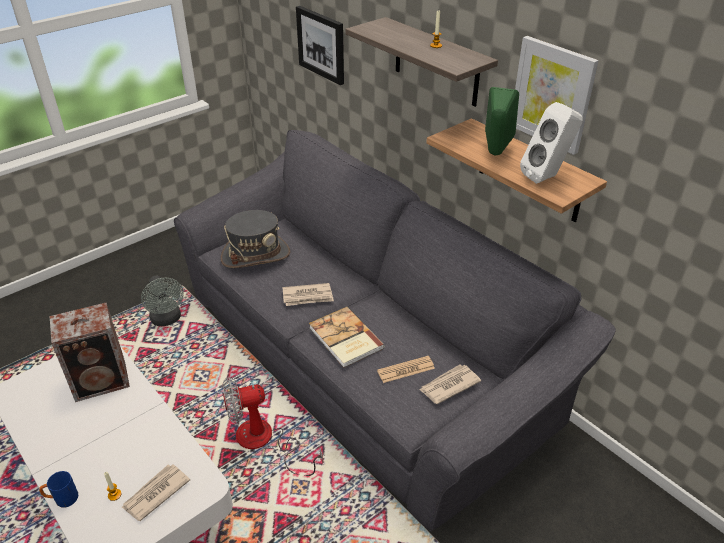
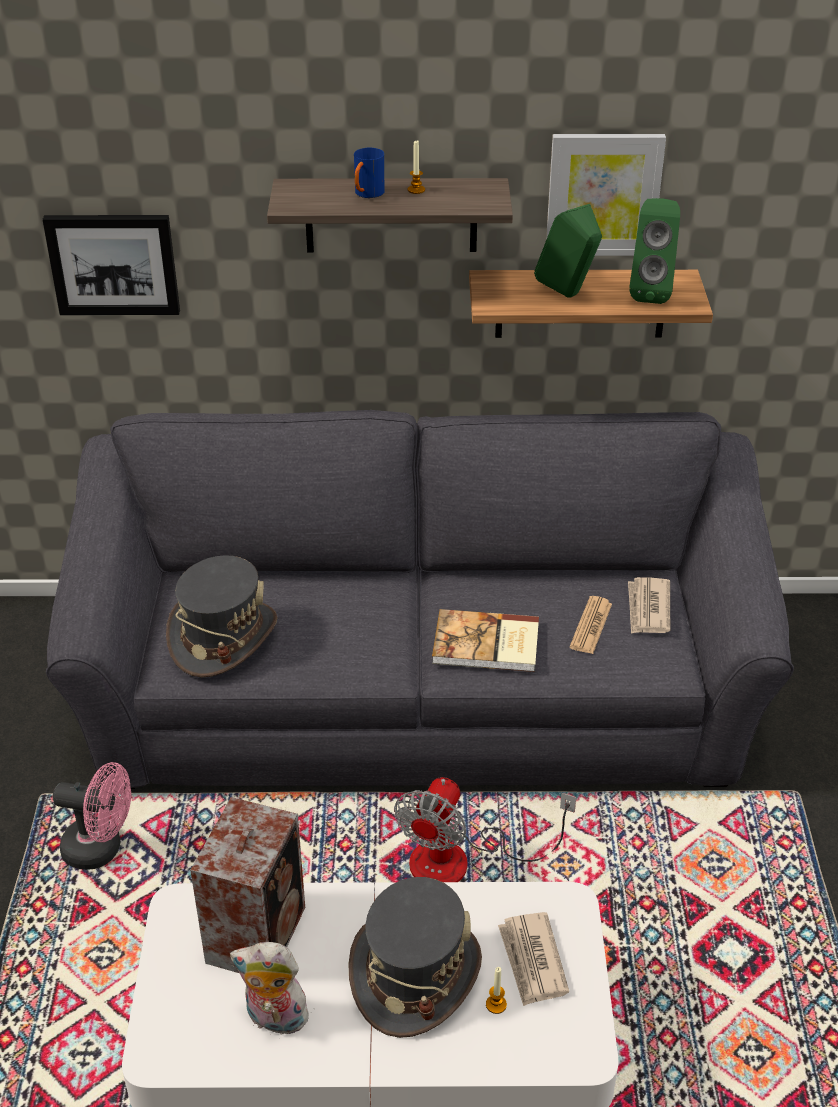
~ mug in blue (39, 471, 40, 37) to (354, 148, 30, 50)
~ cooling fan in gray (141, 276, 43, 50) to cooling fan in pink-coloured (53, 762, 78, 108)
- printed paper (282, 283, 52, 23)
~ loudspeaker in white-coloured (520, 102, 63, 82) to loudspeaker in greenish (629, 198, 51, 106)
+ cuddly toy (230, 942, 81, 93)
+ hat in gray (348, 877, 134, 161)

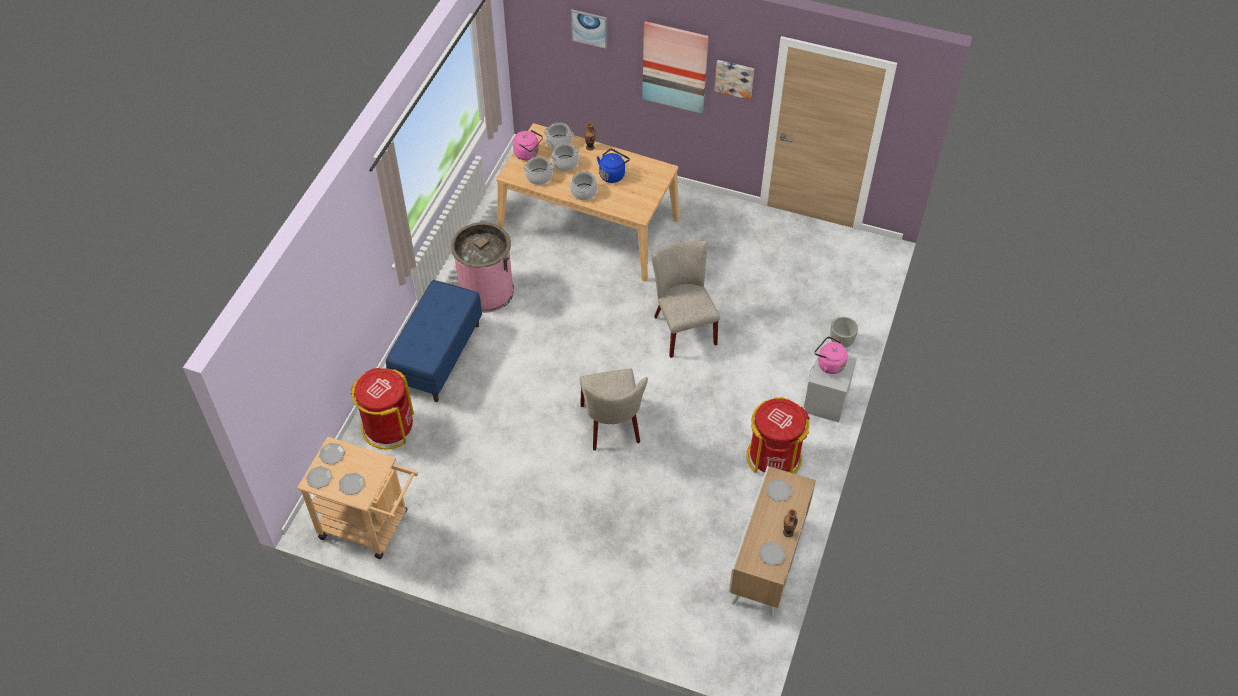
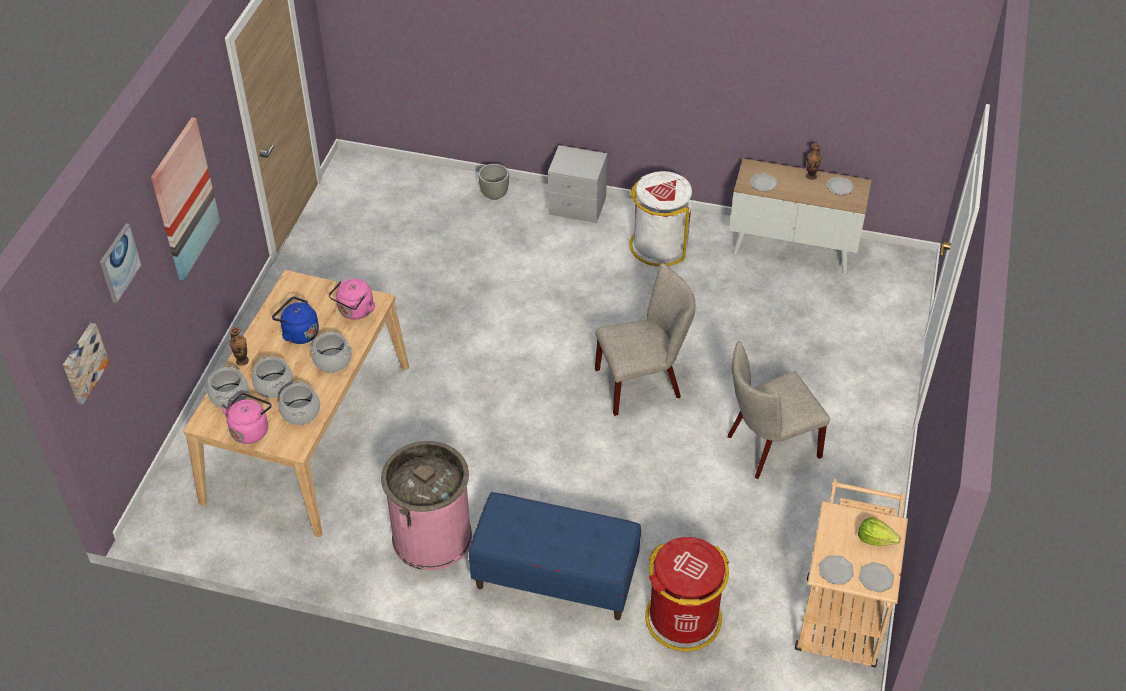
~ dinner plate (339, 473, 26, 22) to lettuce head (858, 517, 43, 29)
~ chair in sand-coloured (651, 240, 69, 118) to (727, 341, 103, 138)
~ wall art (714, 60, 40, 40) to (63, 323, 47, 81)
~ trash can in red (746, 397, 64, 77) to trash can in white-coloured (629, 171, 63, 95)
~ water kettle in pink-coloured (814, 336, 34, 38) to (329, 279, 47, 41)

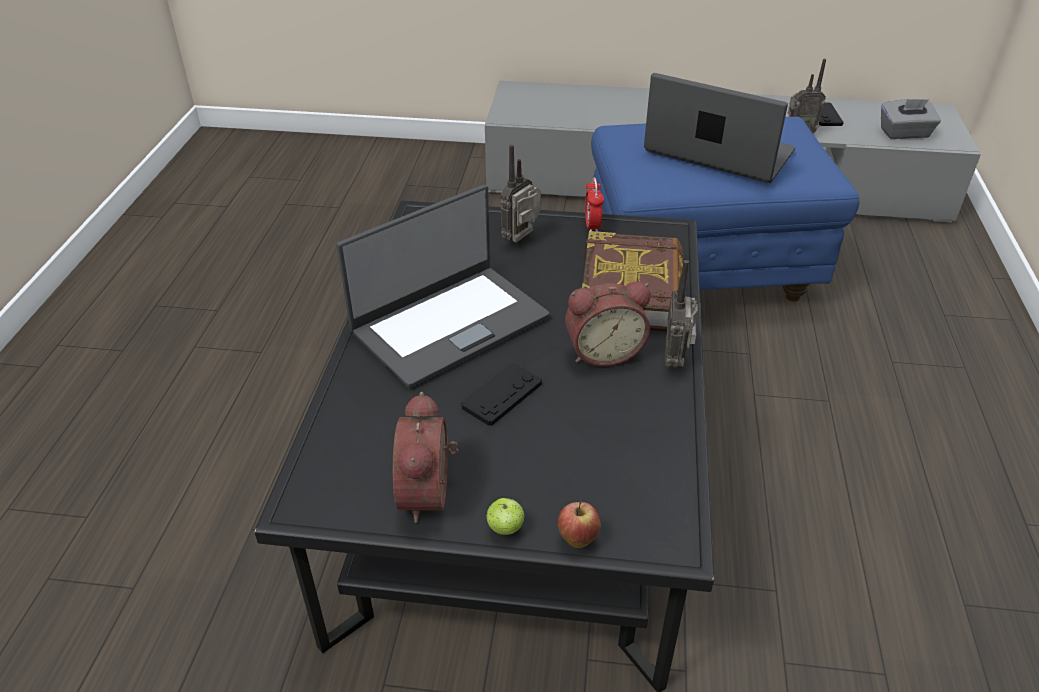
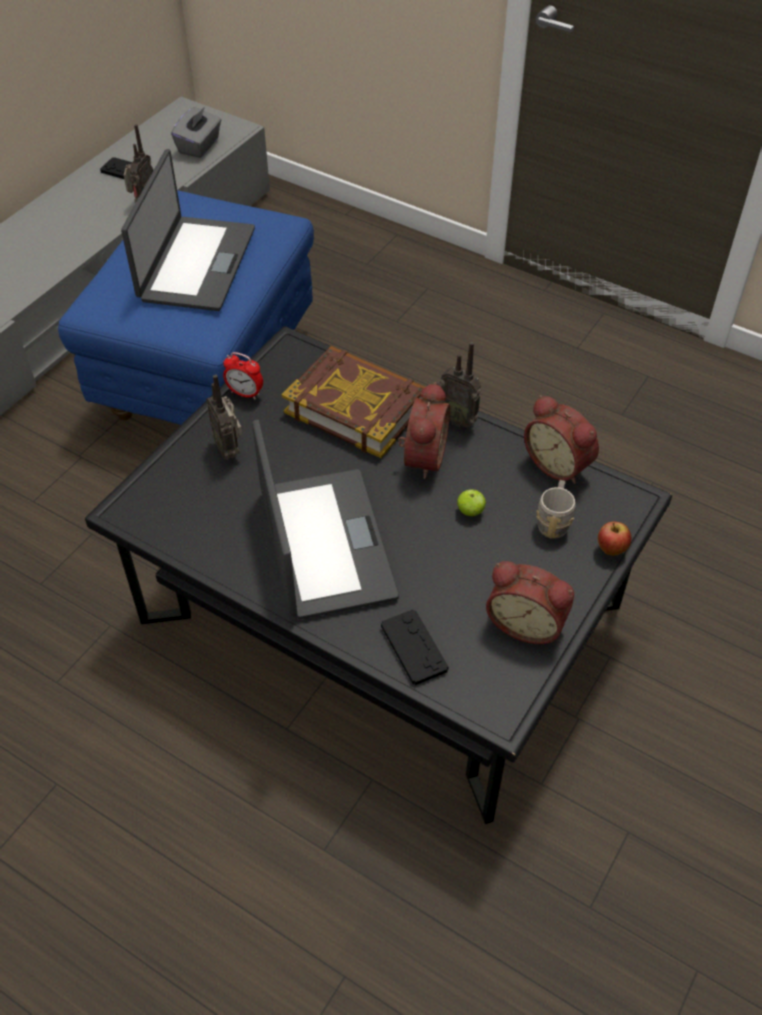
~ game controller in black-coloured (462, 364, 80, 62) to (381, 610, 68, 75)
~ whole apple (487, 498, 38, 37) to (457, 489, 29, 27)
~ portable computer (644, 73, 152, 110) = (121, 149, 134, 162) 135 degrees clockwise
+ alarm clock (524, 395, 75, 89)
+ mug in gray (536, 480, 39, 59)

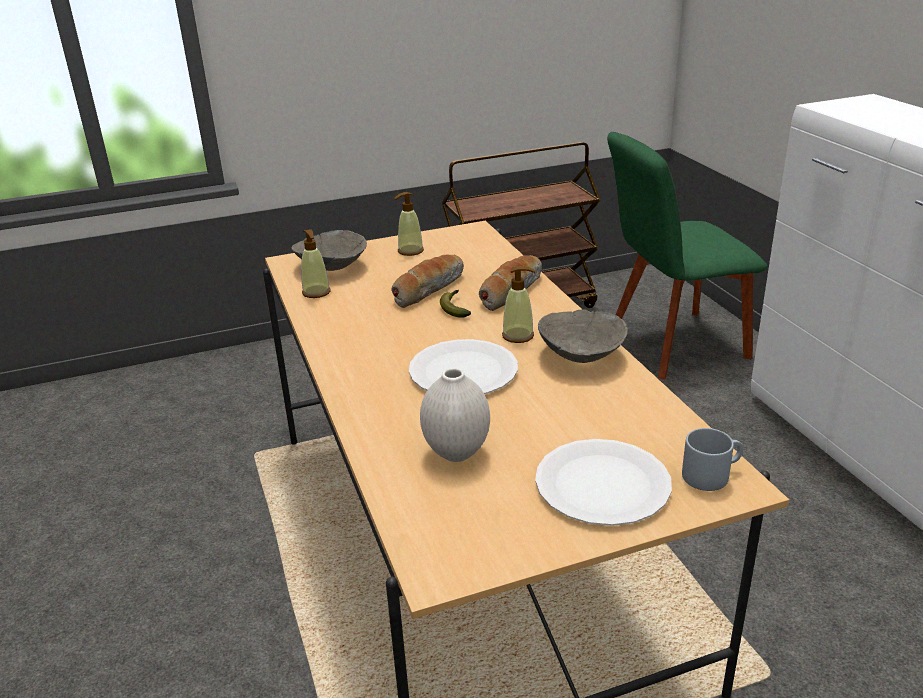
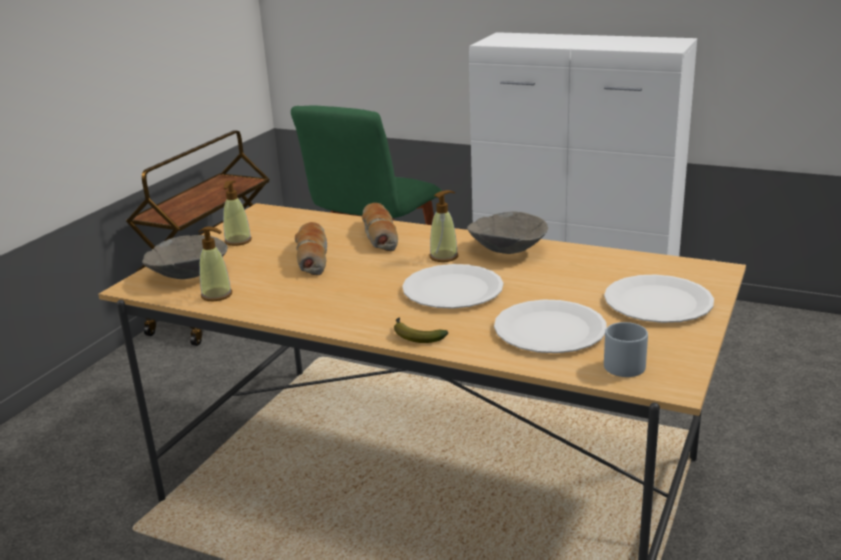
~ flower vase in white-coloured (420, 368, 70, 94) to dinner plate in white-coloured (494, 300, 113, 53)
~ banana (440, 290, 31, 28) to (394, 317, 54, 26)
~ mug in gray (682, 428, 61, 63) to (604, 322, 44, 55)

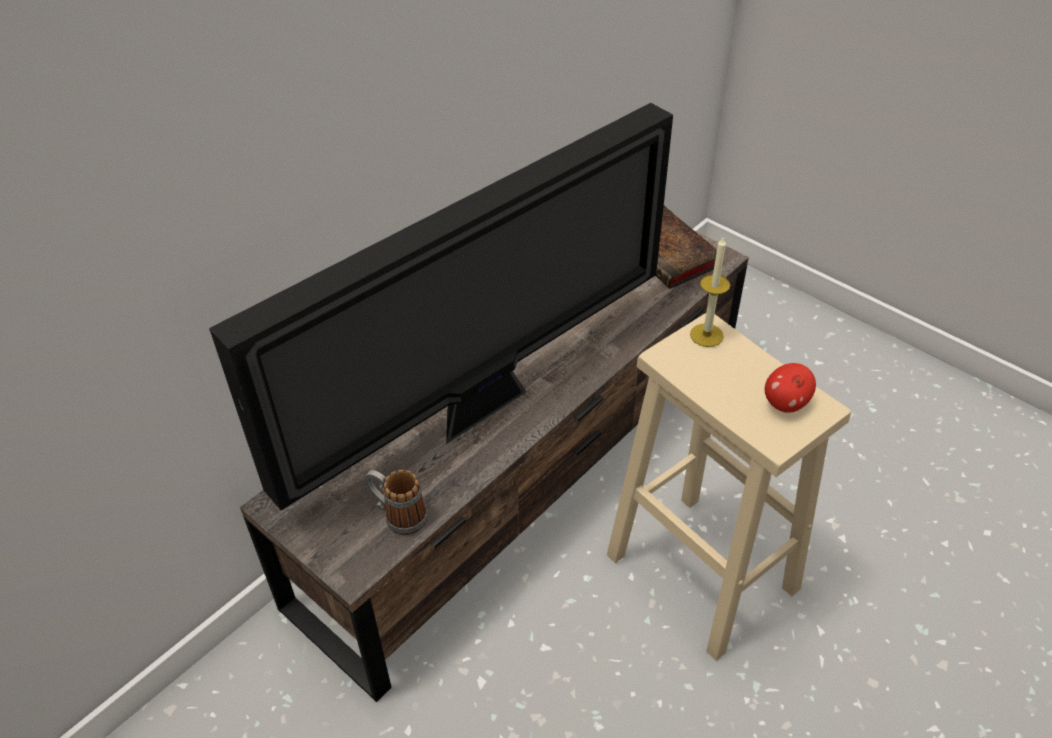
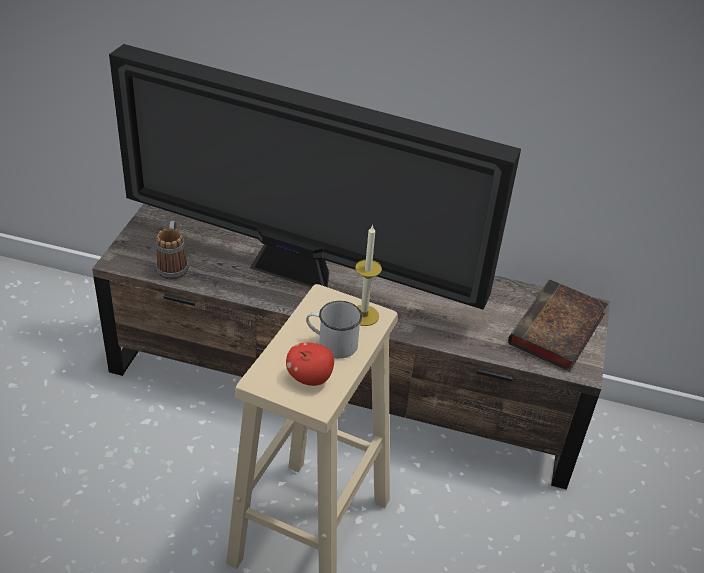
+ mug in white-coloured (306, 301, 56, 58)

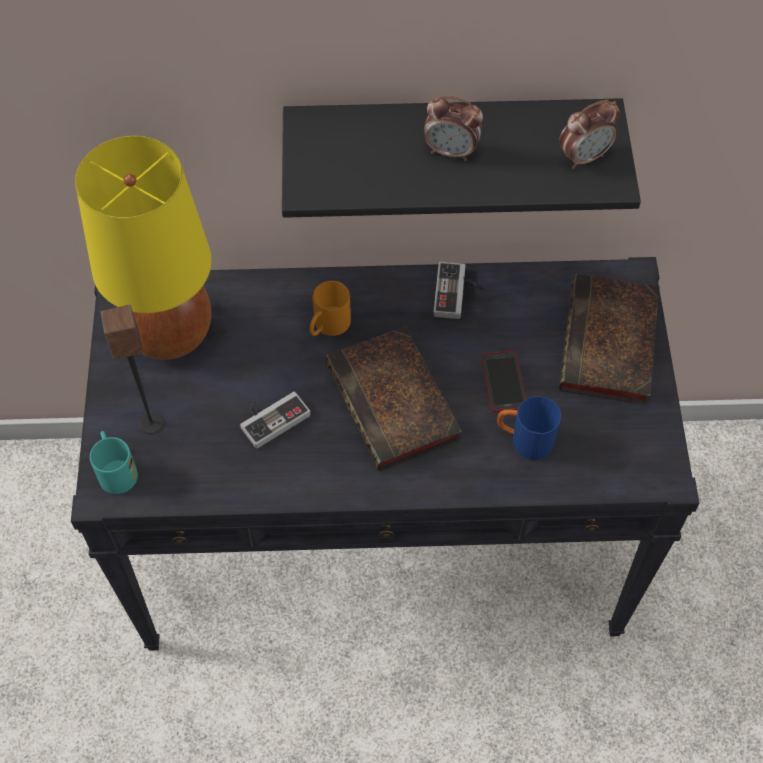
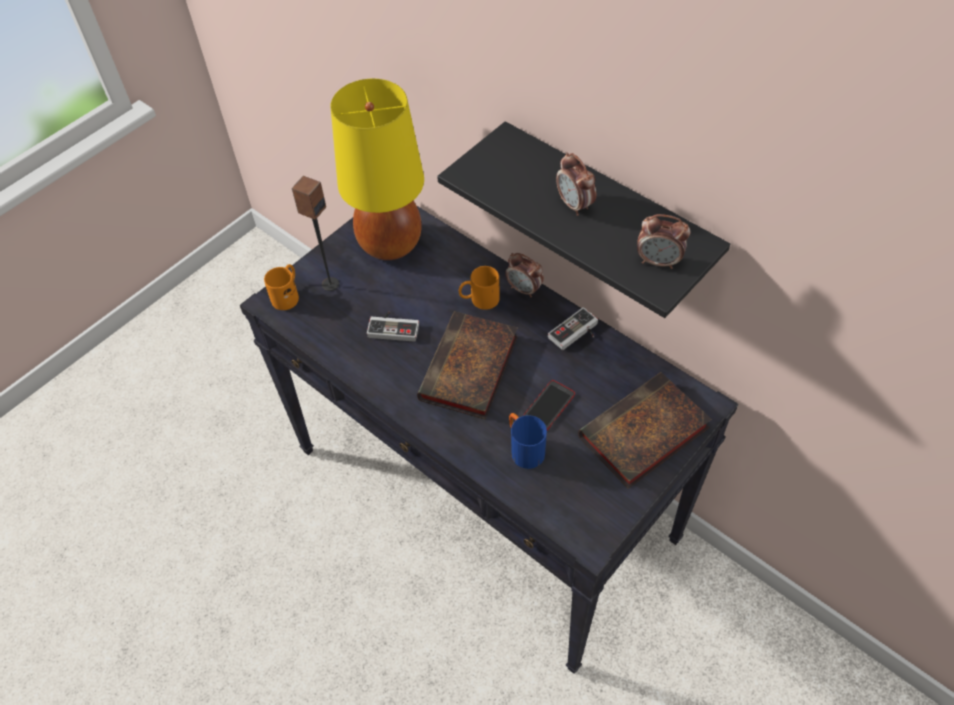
~ mug in blue-green (90, 431, 48, 63) to mug in orangey (264, 264, 35, 46)
+ alarm clock (505, 253, 39, 45)

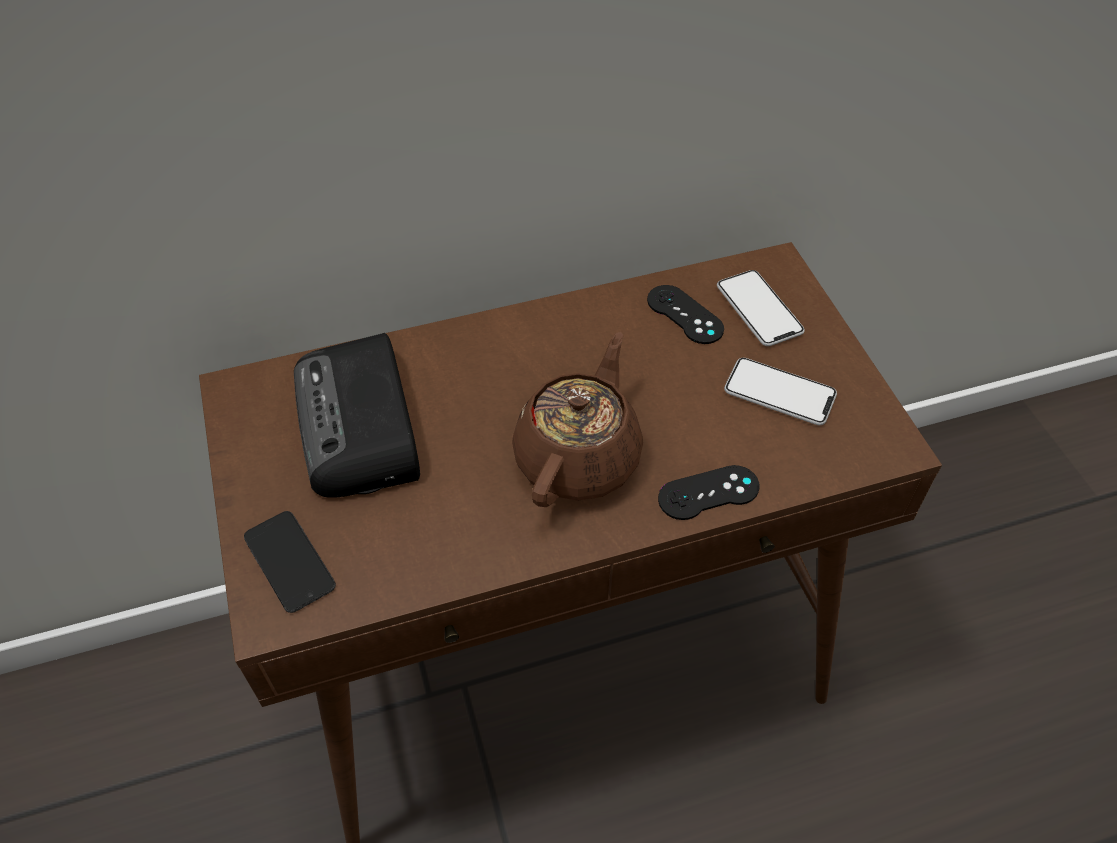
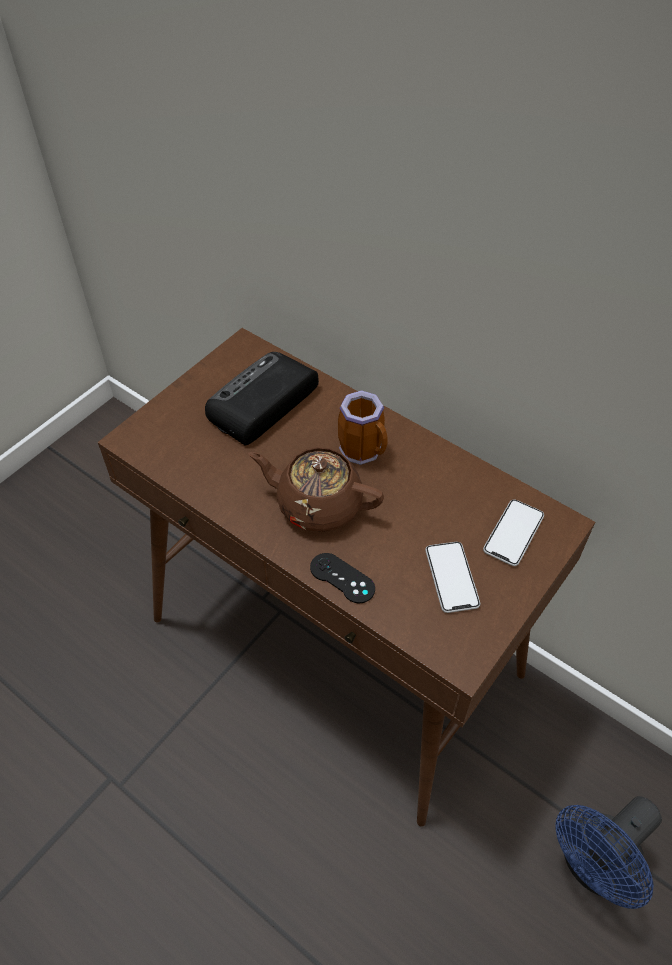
- phone (244, 511, 92, 102)
~ tea pot in brown-coloured (512, 332, 131, 175) = (248, 447, 136, 85) 150 degrees counterclockwise
- game controller in black-coloured (647, 285, 77, 59)
+ mug (338, 390, 50, 75)
+ cooling fan in blue (555, 796, 107, 113)

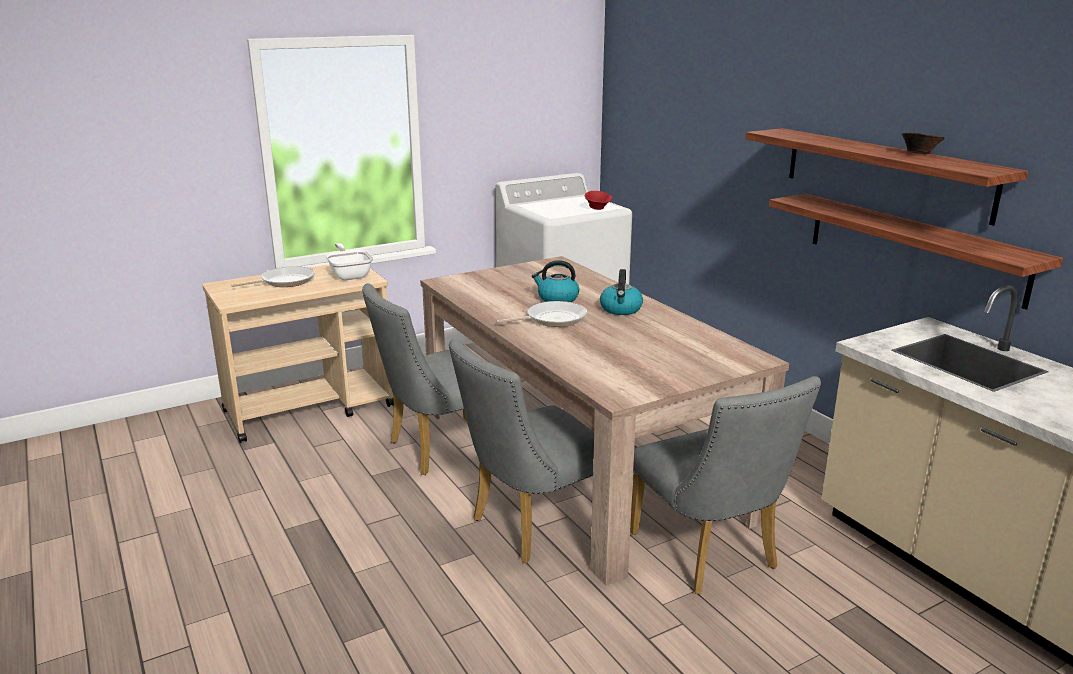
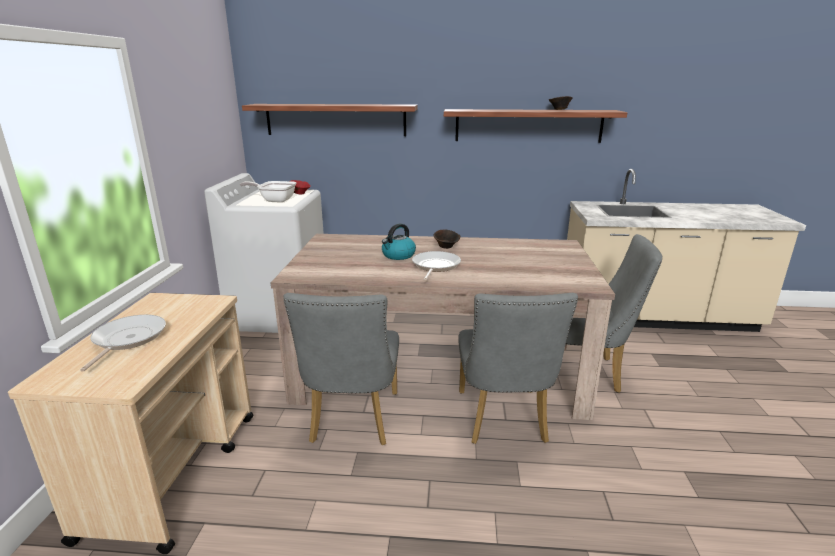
~ frying pan (325, 243, 48, 37) to (240, 181, 56, 21)
~ water kettle (600, 269, 43, 46) to serving bowl in brown-coloured (434, 230, 27, 19)
~ wall shelf (769, 194, 294, 116) to (242, 104, 176, 32)

